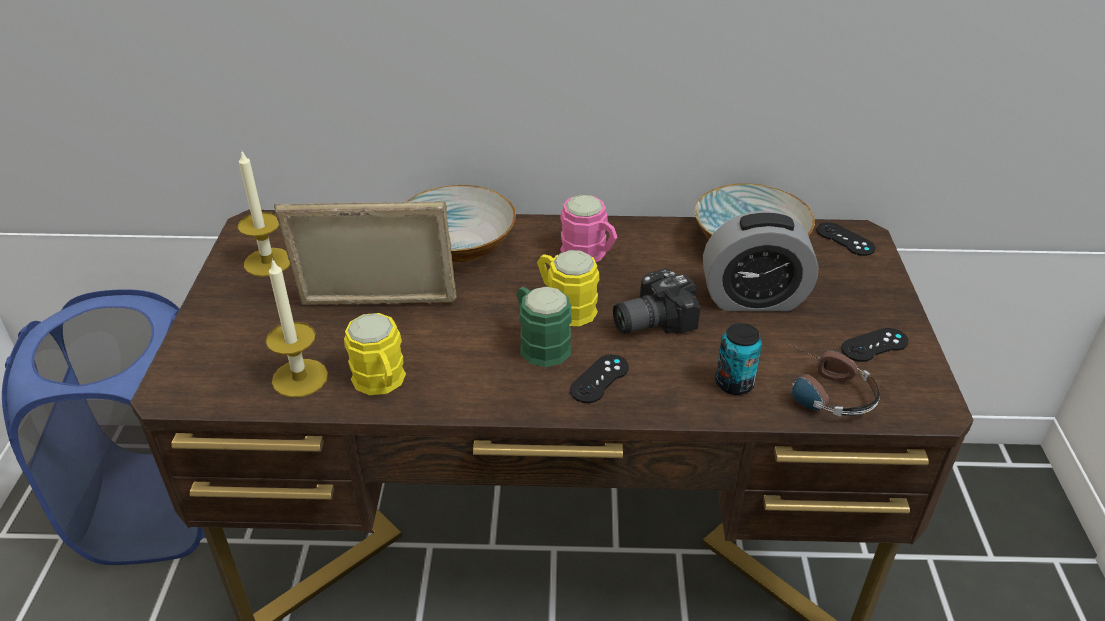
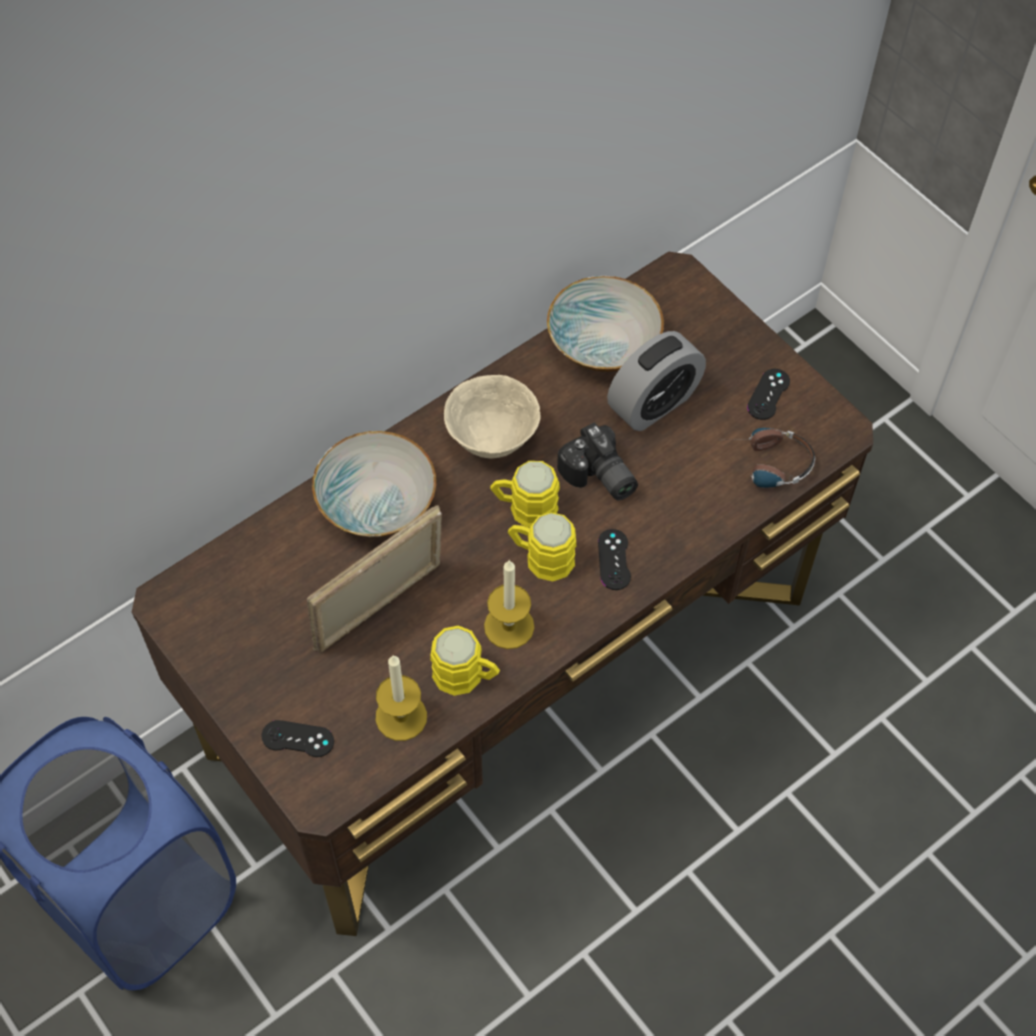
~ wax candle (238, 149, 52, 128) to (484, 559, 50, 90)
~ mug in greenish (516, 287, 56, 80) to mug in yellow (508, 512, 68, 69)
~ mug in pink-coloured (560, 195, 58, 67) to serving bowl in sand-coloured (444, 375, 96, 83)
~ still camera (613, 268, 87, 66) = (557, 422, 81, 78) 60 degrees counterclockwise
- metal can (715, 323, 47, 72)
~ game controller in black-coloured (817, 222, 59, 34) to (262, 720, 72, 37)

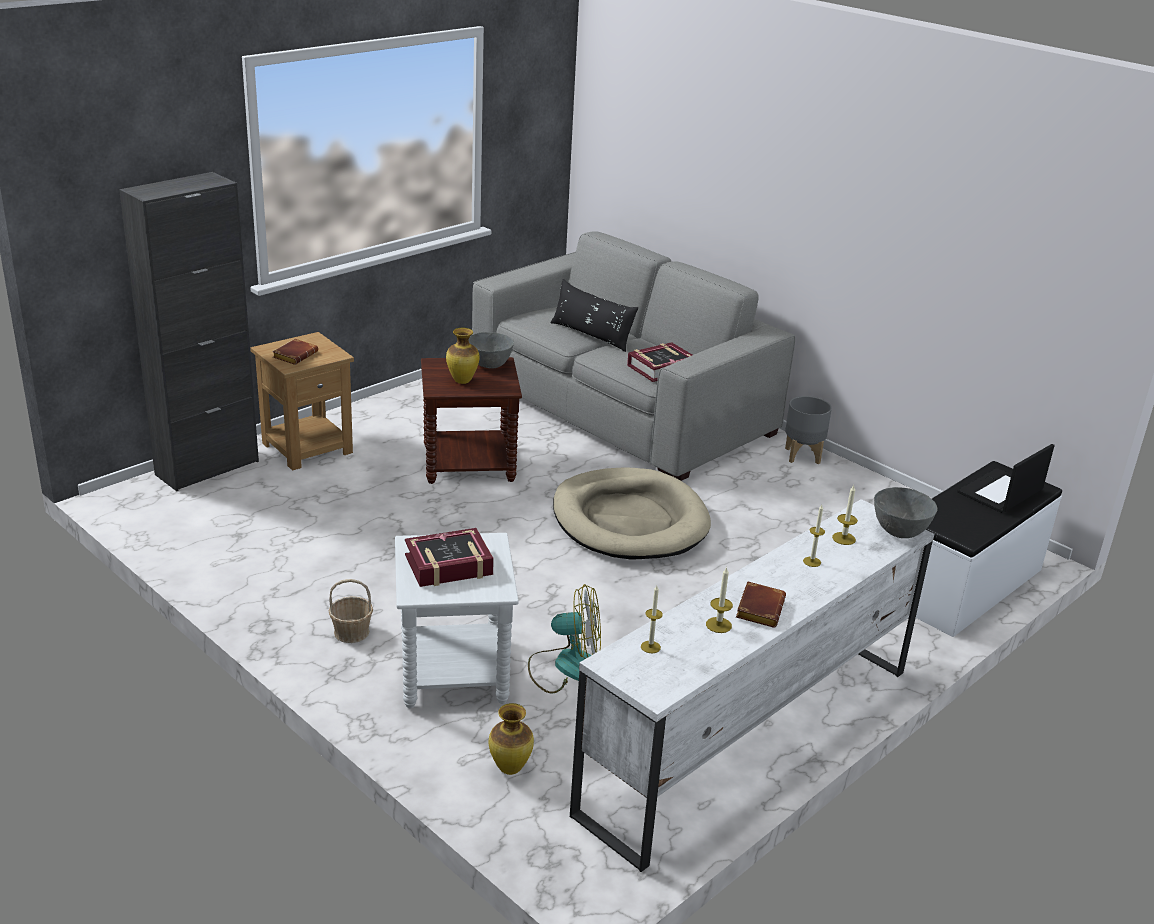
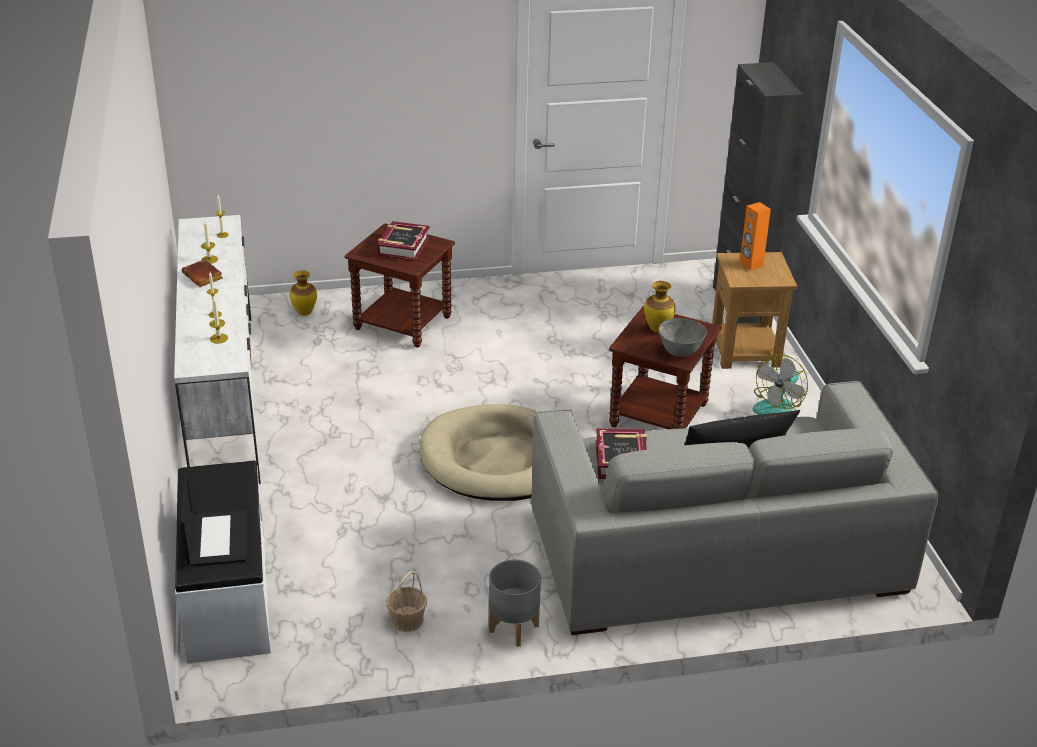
~ volume in brown-coloured (273, 339, 45, 26) to loudspeaker in orangey (740, 202, 31, 68)
~ storage basket (329, 579, 44, 64) to (386, 571, 41, 61)
~ side table in white-coloured (395, 533, 124, 175) to side table in brown-coloured (345, 223, 110, 124)
~ cooling fan (528, 584, 73, 110) to (752, 354, 56, 61)
- serving bowl in gray (874, 487, 63, 51)

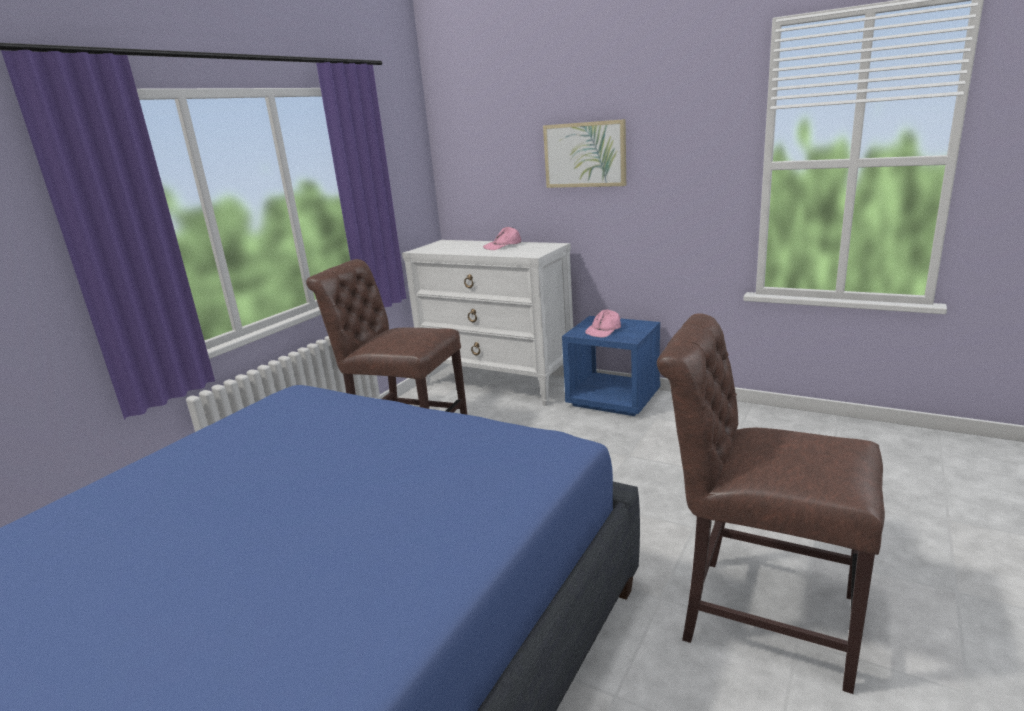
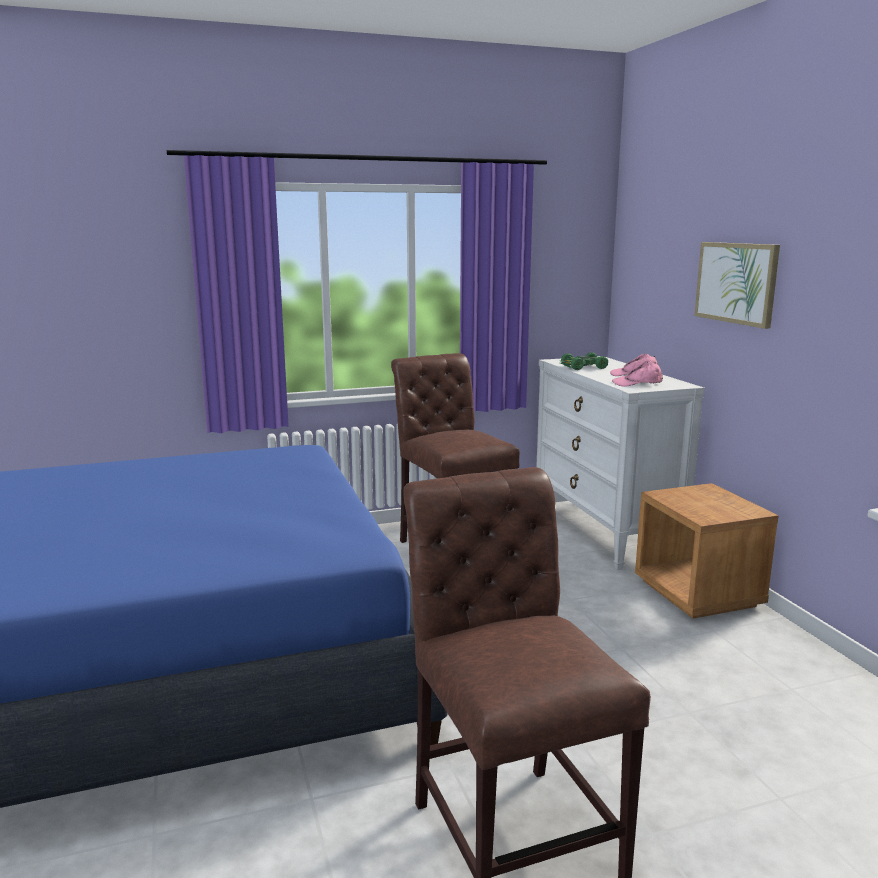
~ nightstand in blue (562, 316, 98, 100) to nightstand in brown-coloured (635, 483, 144, 135)
~ cap in pink-coloured (585, 309, 36, 28) to (612, 361, 51, 26)
+ model car in greenish (560, 352, 48, 18)

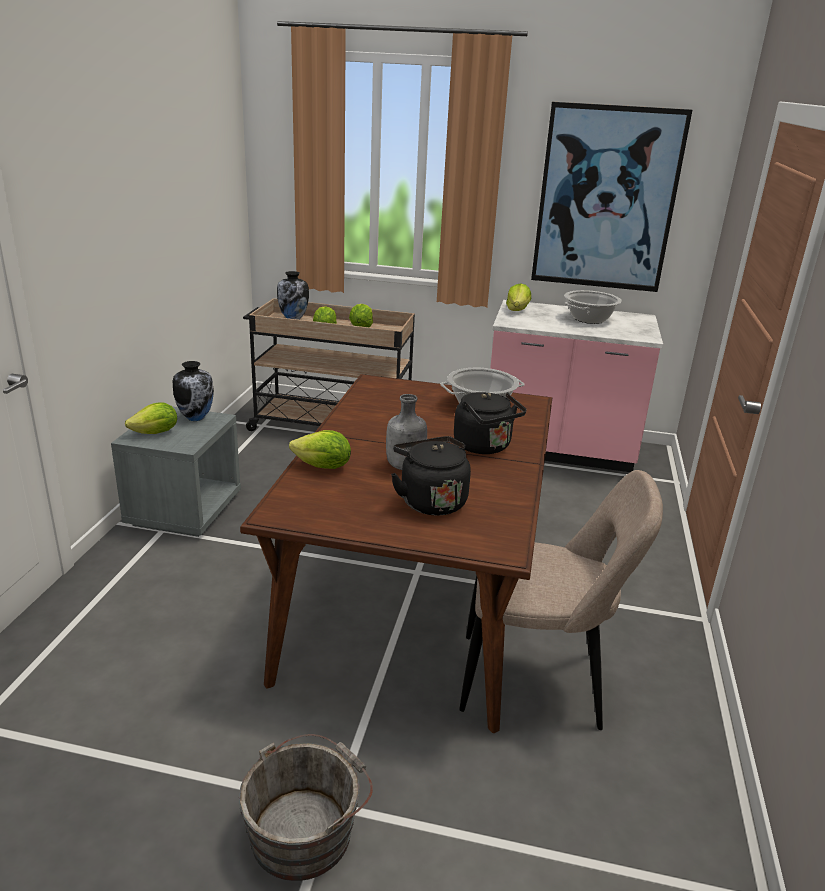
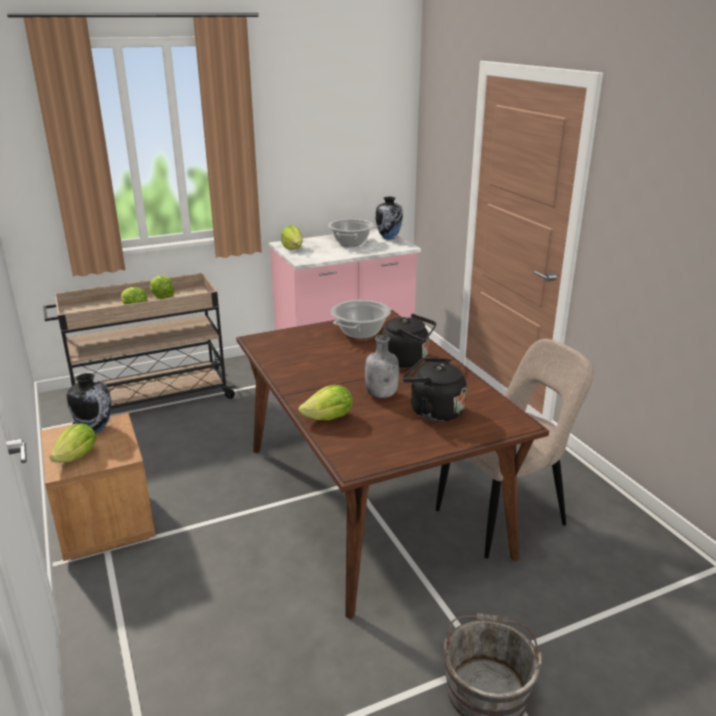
~ nightstand in gray (111, 407, 130, 130) to nightstand in brown-coloured (41, 413, 115, 148)
~ flower vase (277, 271, 32, 49) to (376, 197, 27, 42)
- wall art (531, 102, 161, 190)

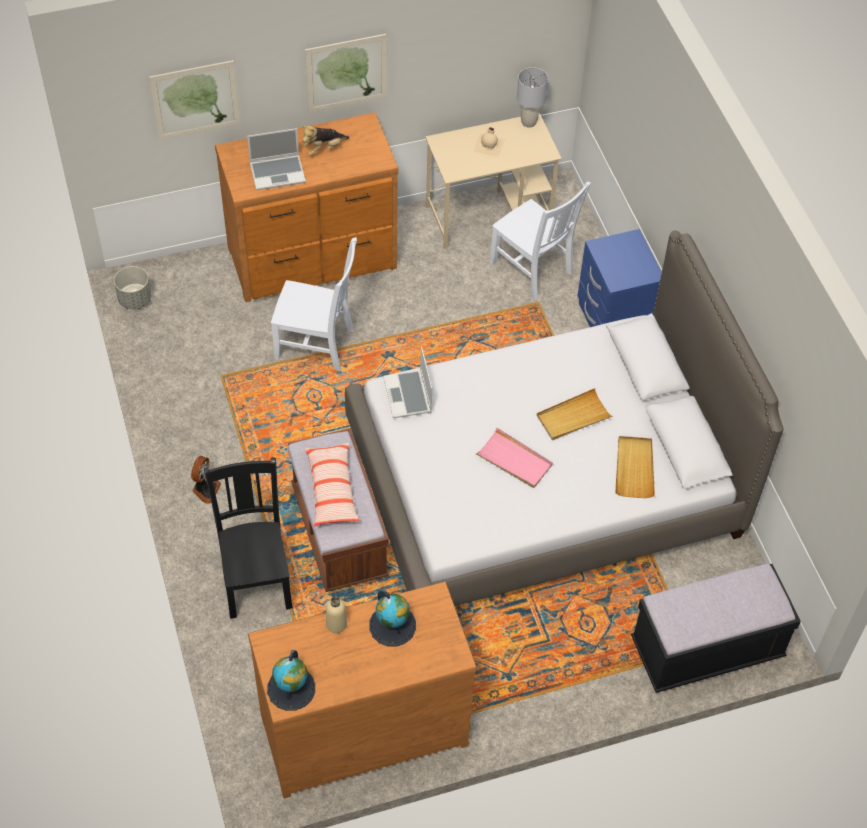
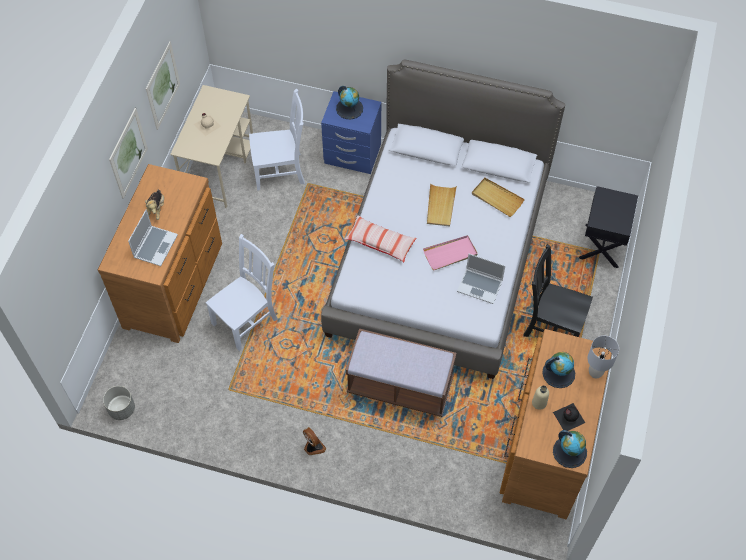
~ wall art (149, 60, 92, 80) to (146, 41, 34, 89)
~ chair in black-coloured (204, 458, 89, 161) to (523, 244, 70, 93)
~ pillow (304, 443, 56, 83) to (345, 215, 71, 47)
~ portable computer (383, 347, 49, 71) to (457, 254, 48, 50)
~ tabletop lamp in gray (517, 67, 31, 61) to (587, 336, 32, 42)
~ indoor bench in black-coloured (631, 563, 170, 130) to nightstand in black-coloured (579, 186, 59, 82)
+ globe (336, 86, 27, 33)
+ beverage bottle in black-coloured (553, 403, 32, 28)

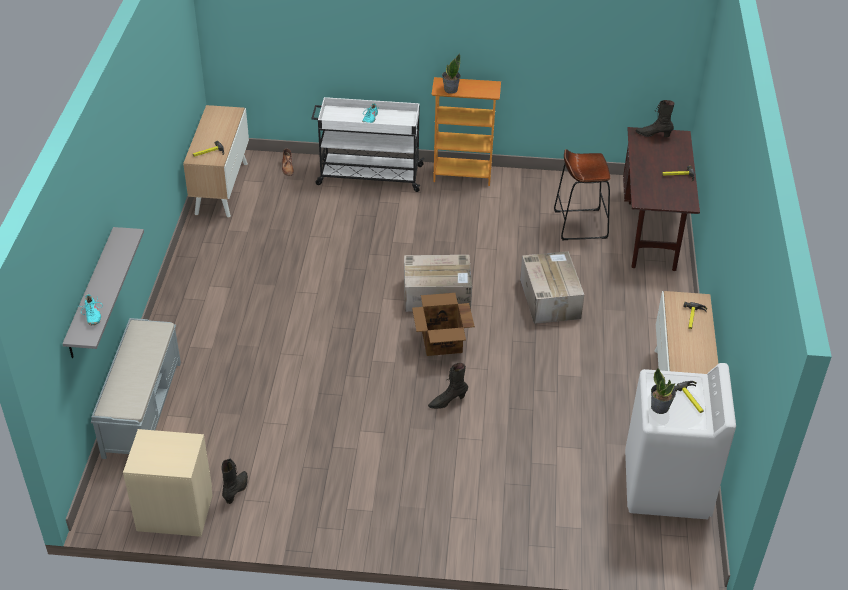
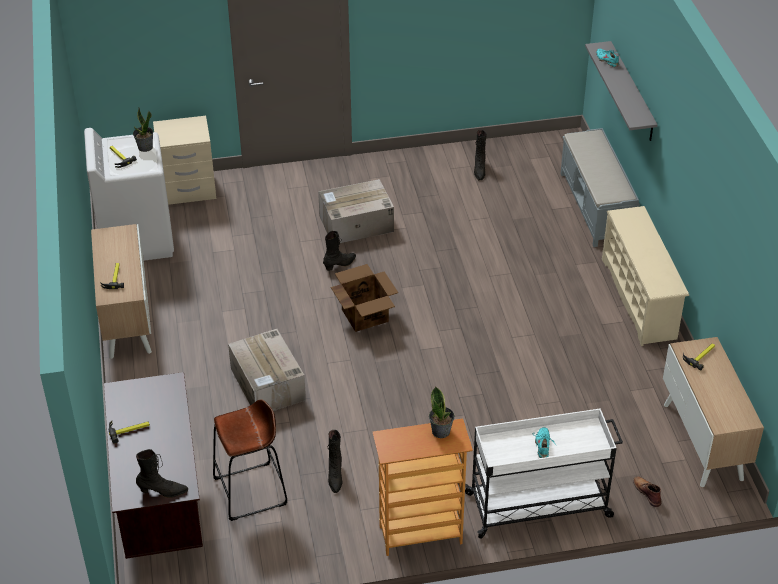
~ nightstand in sand-coloured (123, 429, 90, 108) to (153, 116, 63, 89)
~ cardboard box (404, 255, 68, 57) to (318, 179, 76, 64)
+ tall boot in black-coloured (328, 430, 14, 63)
+ shoe shelf in sand-coloured (602, 206, 87, 140)

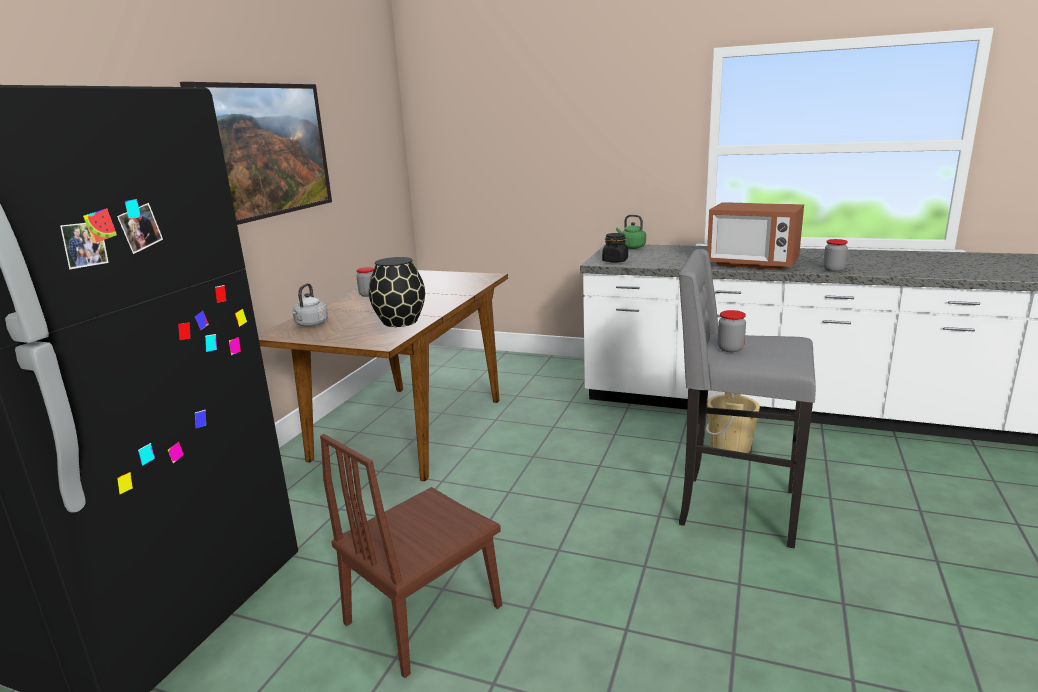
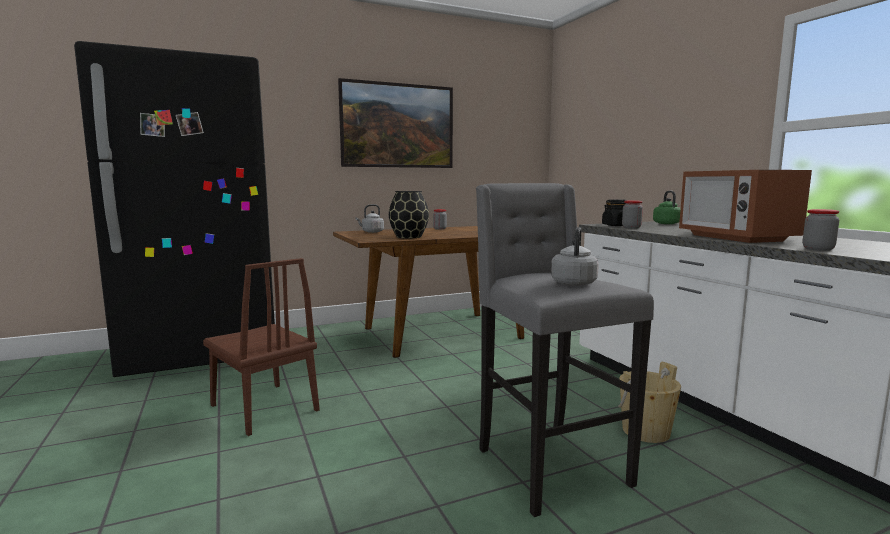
~ chair in brown-coloured (320, 434, 182, 244) = (203, 258, 117, 178) 135 degrees counterclockwise
~ storage jar (718, 310, 28, 42) to (622, 200, 21, 29)
+ water kettle in gray (551, 227, 48, 59)

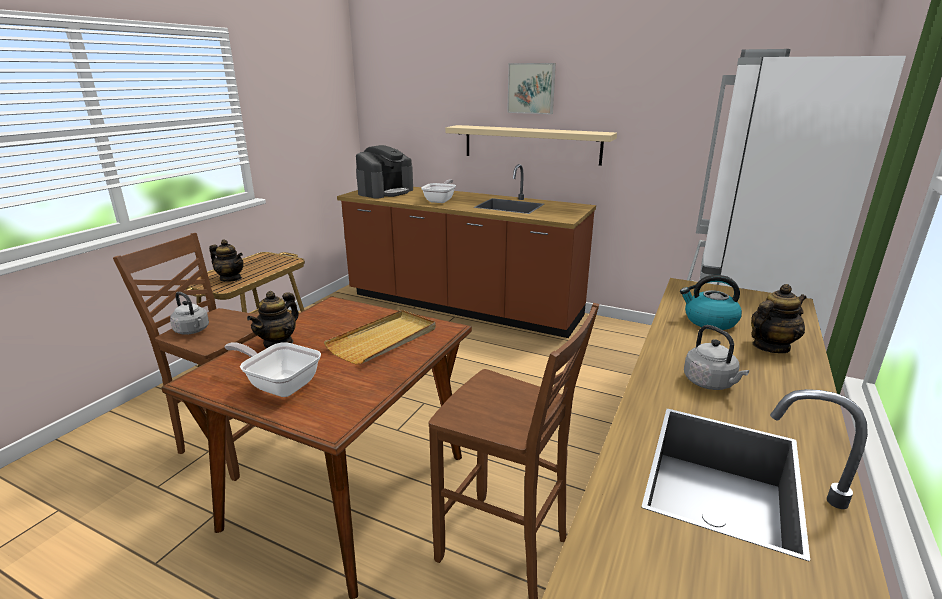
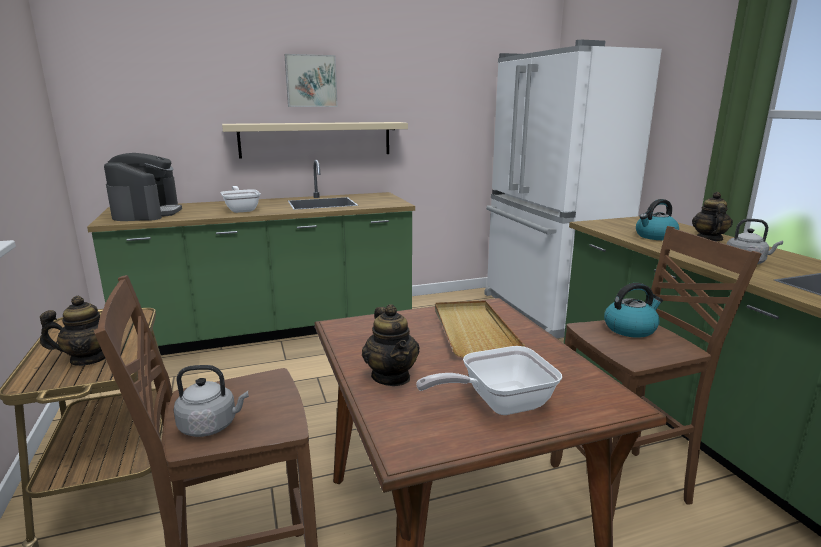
~ kitchen counter in brown-coloured (337, 164, 259, 174) to kitchen counter in greenish (87, 160, 328, 195)
+ water kettle (604, 283, 59, 55)

